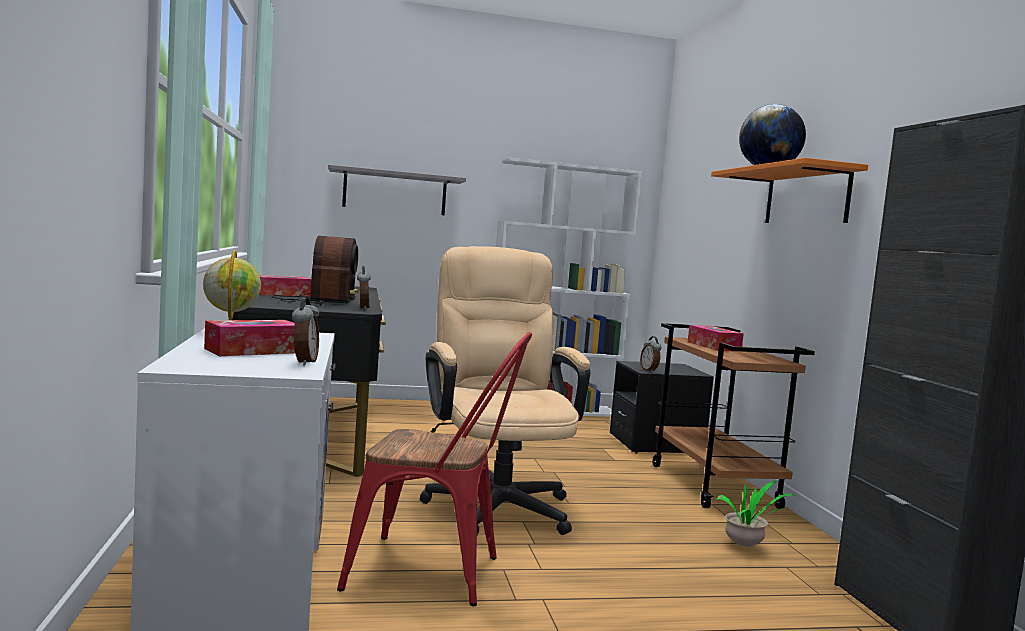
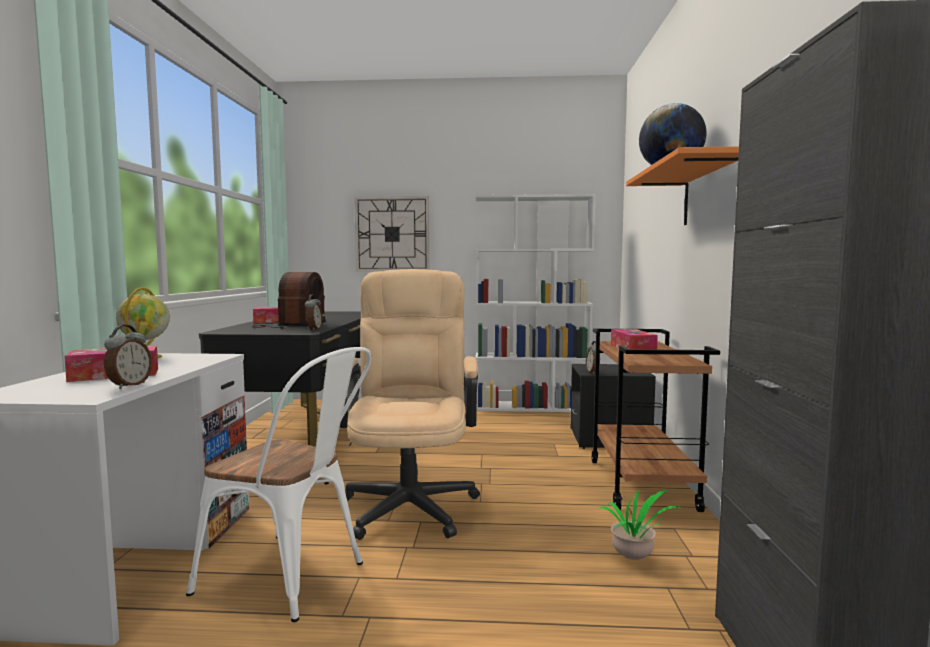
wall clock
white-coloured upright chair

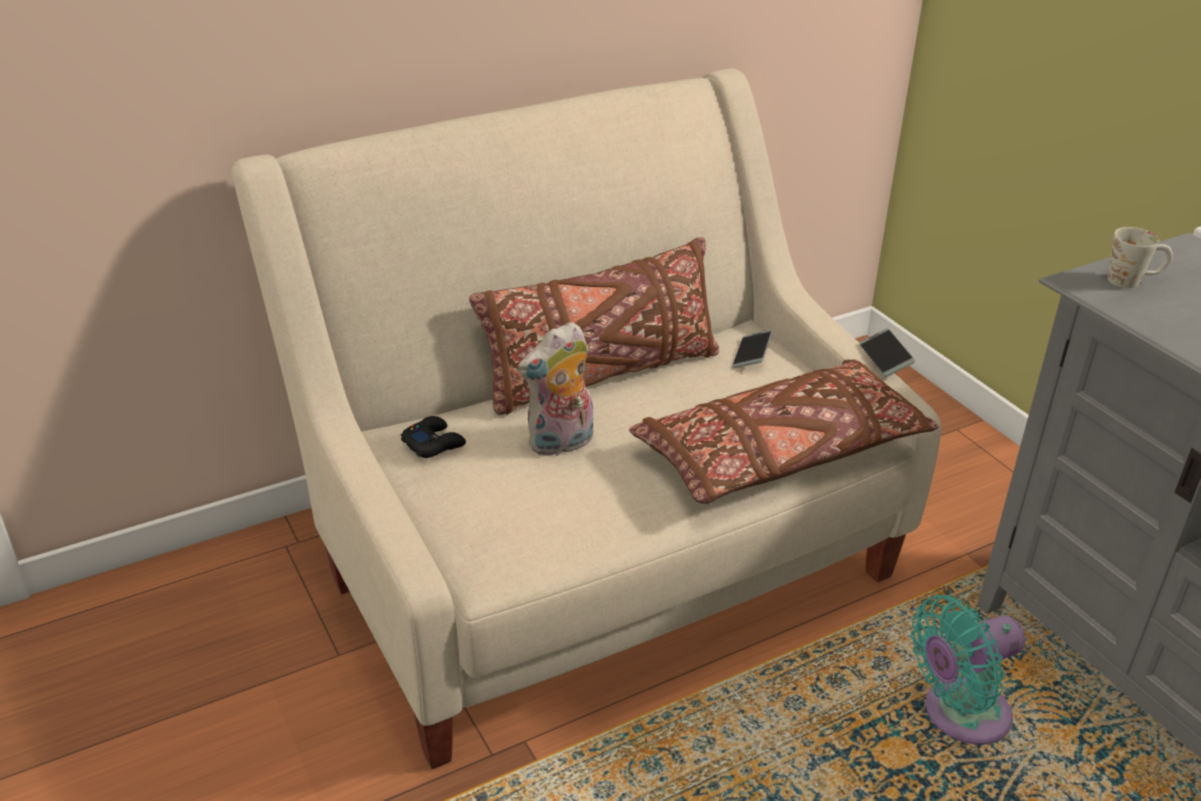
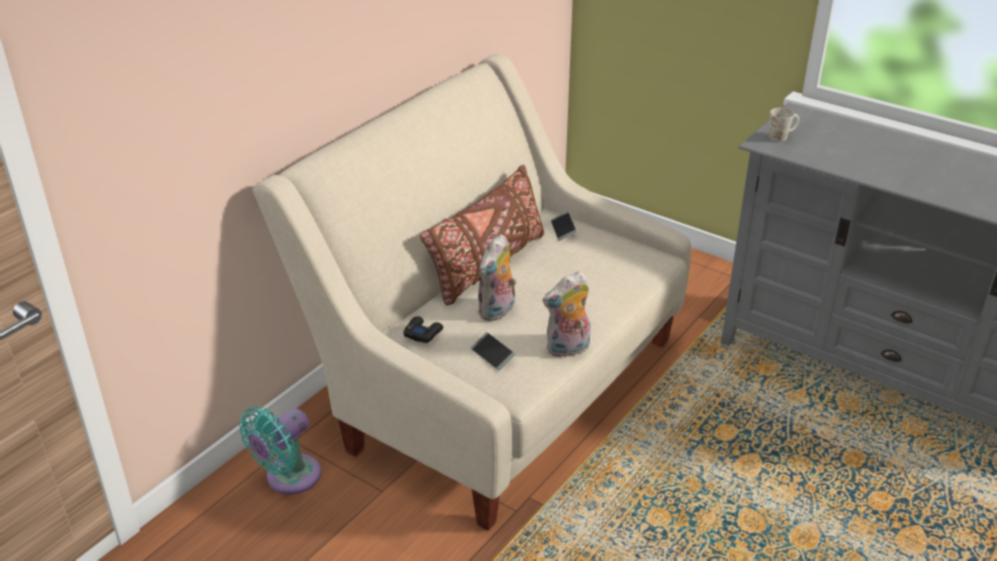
handset (no. 1 from left)
brown-coloured throw pillow (no. 2 from left in the first image)
turquoise-coloured electric fan
plush toy (no. 2 from left)

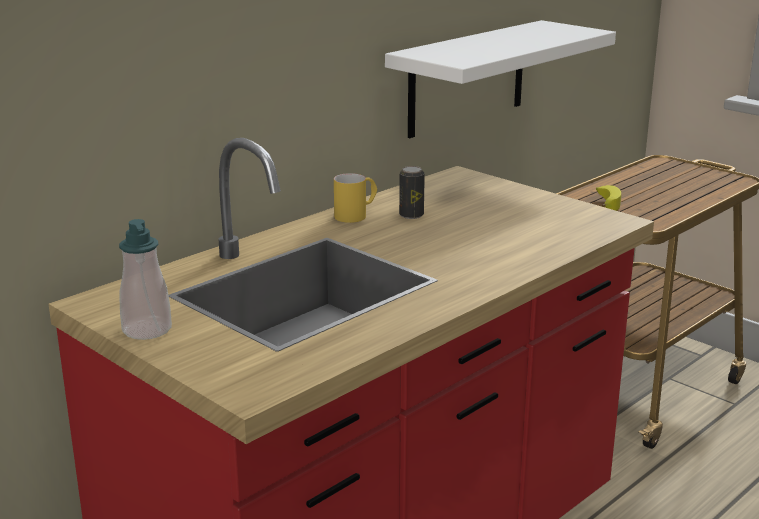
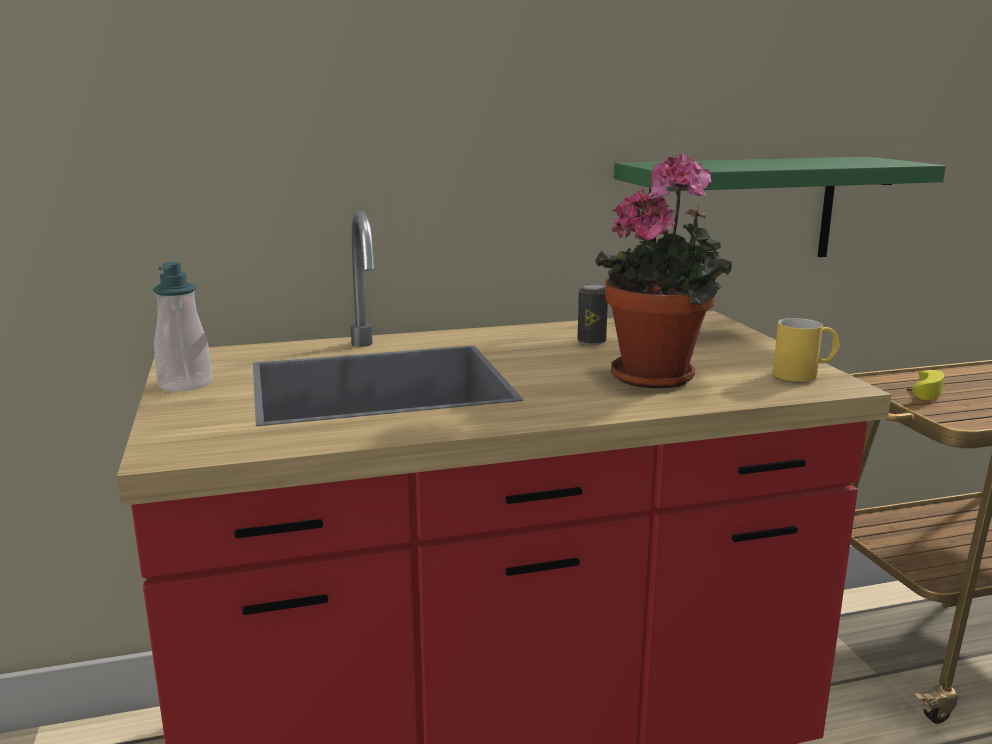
greenish shelf
yellow-coloured tea mug
potted plant

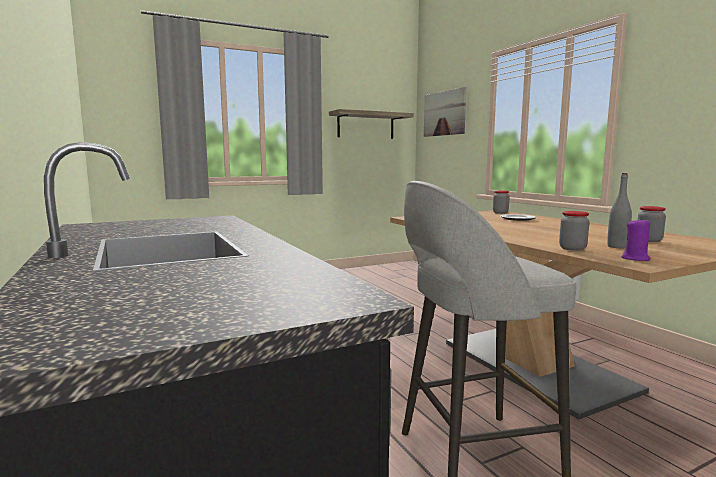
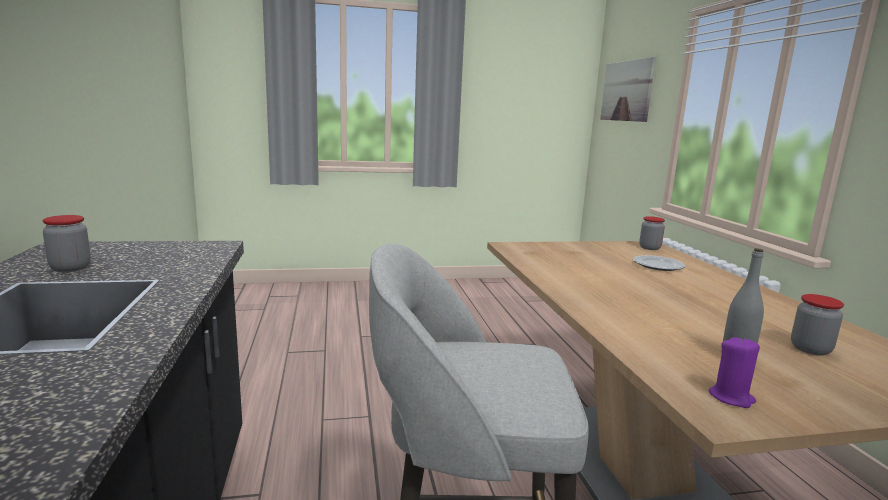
shelf
jar (no. 1 from left)

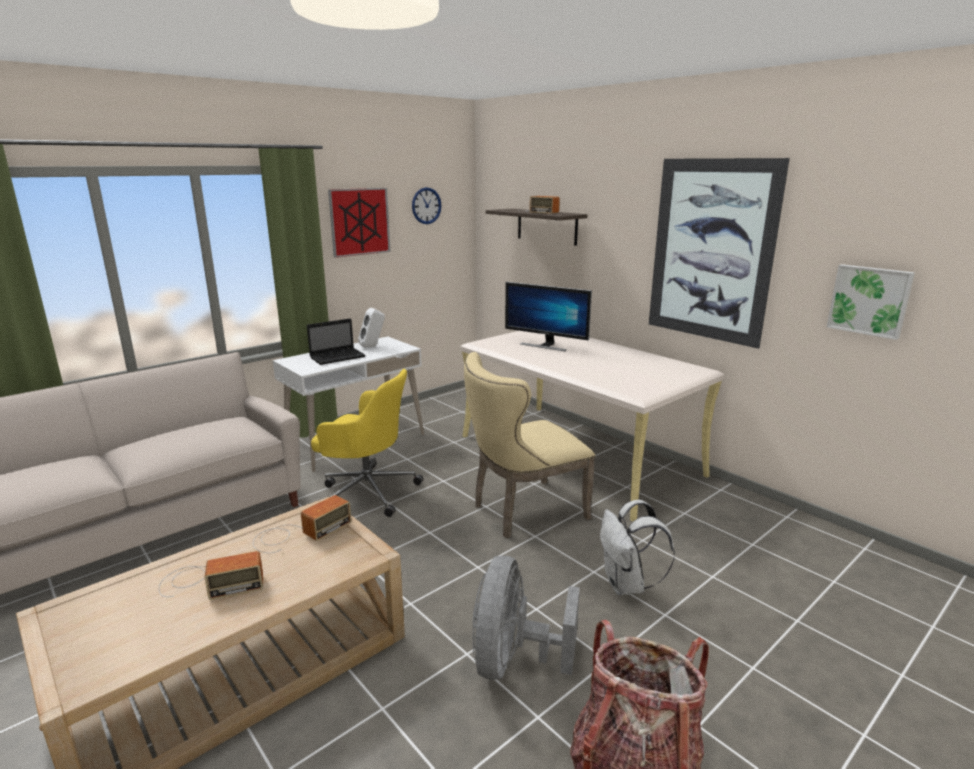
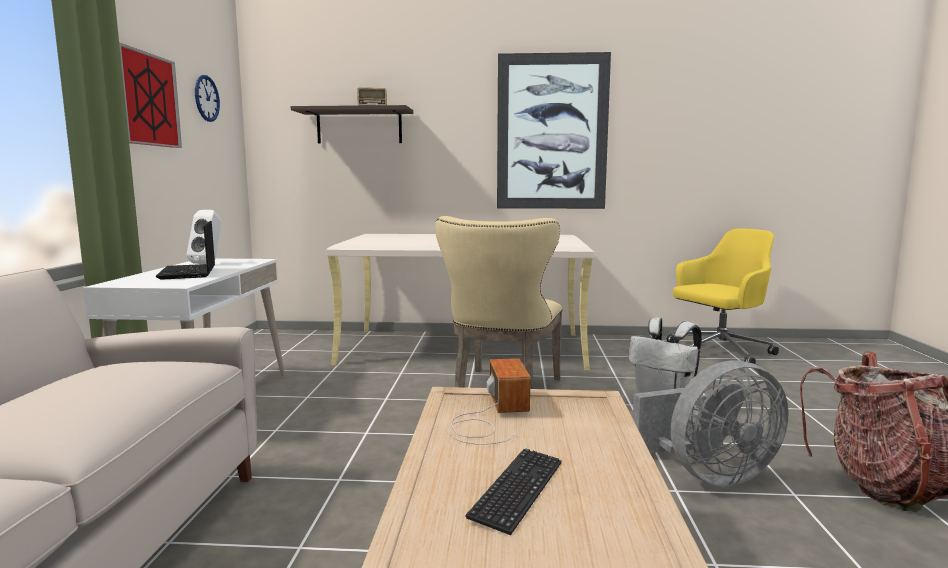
wall picture (no. 3 from left in the first image)
monitor
portable computer
yellow-coloured desk chair
PC keyboard
grey electric fan

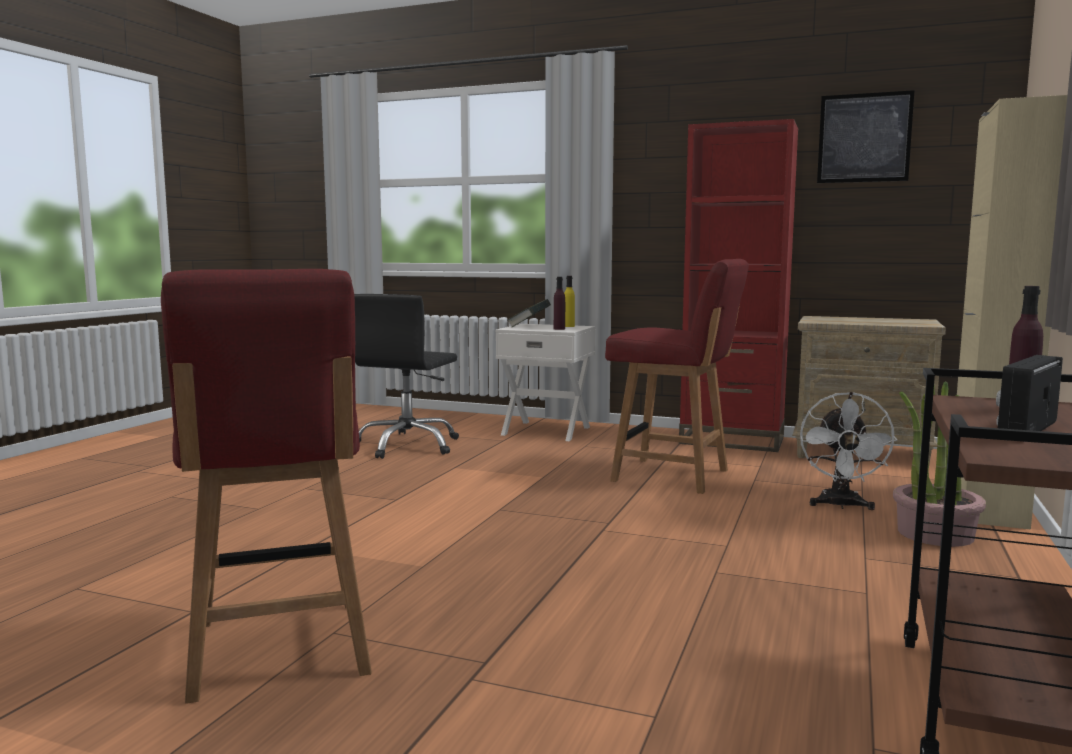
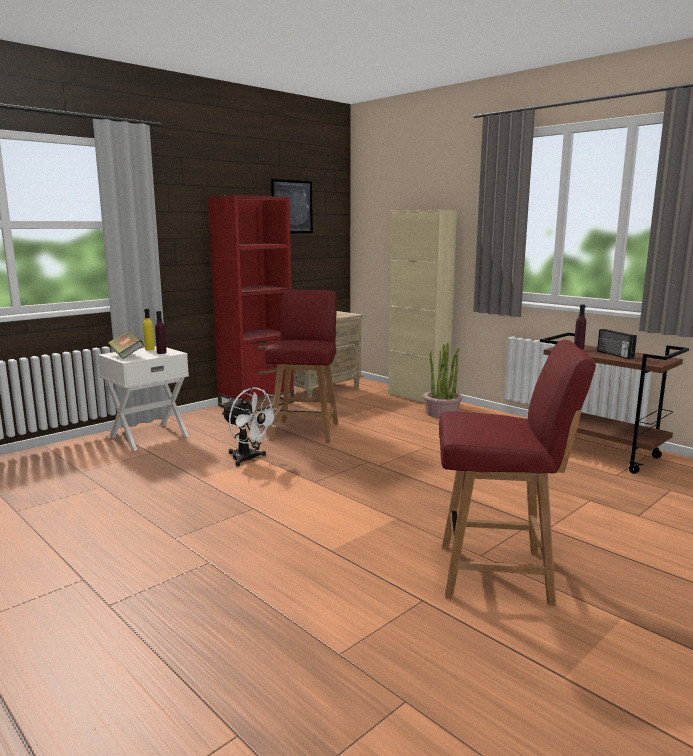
red upright chair (no. 1 from left)
black-coloured desk chair
white-coloured electric fan

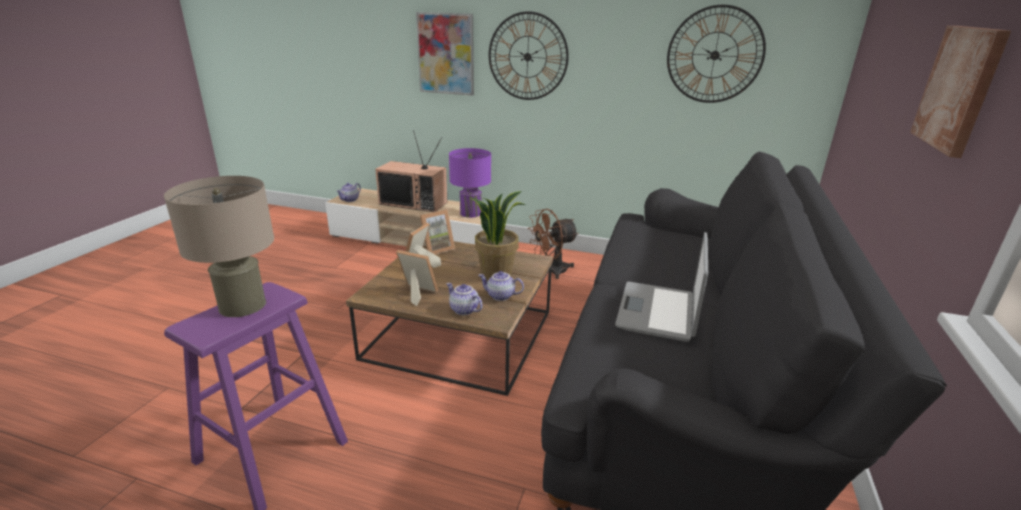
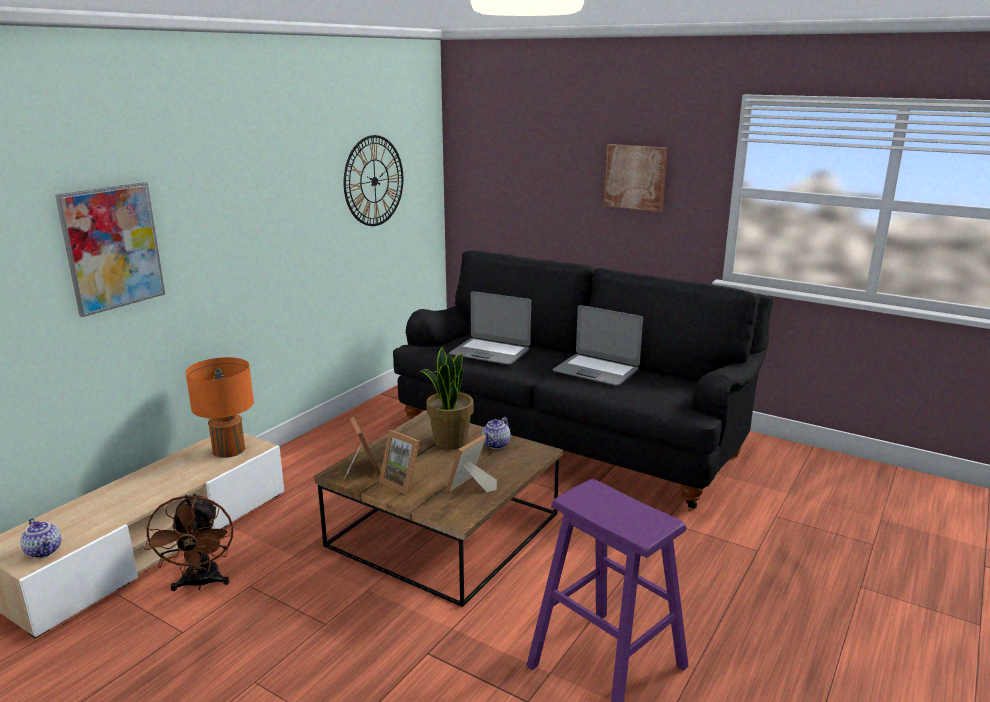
wall clock (no. 1 from left in the first image)
TV set
orange lamp for a table
beige lamp for a table
brown-coloured electric fan
pot for tea (no. 2 from left in the first image)
portable computer (no. 1 from left)

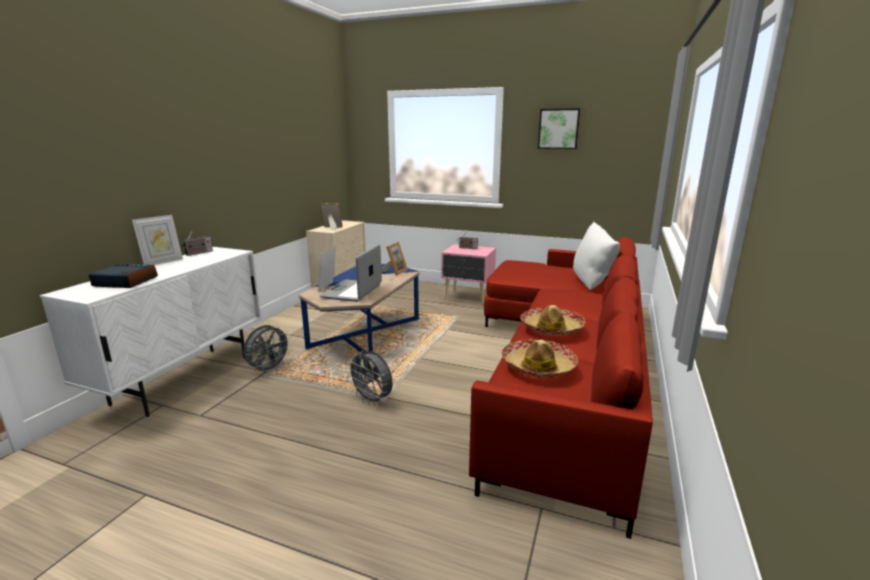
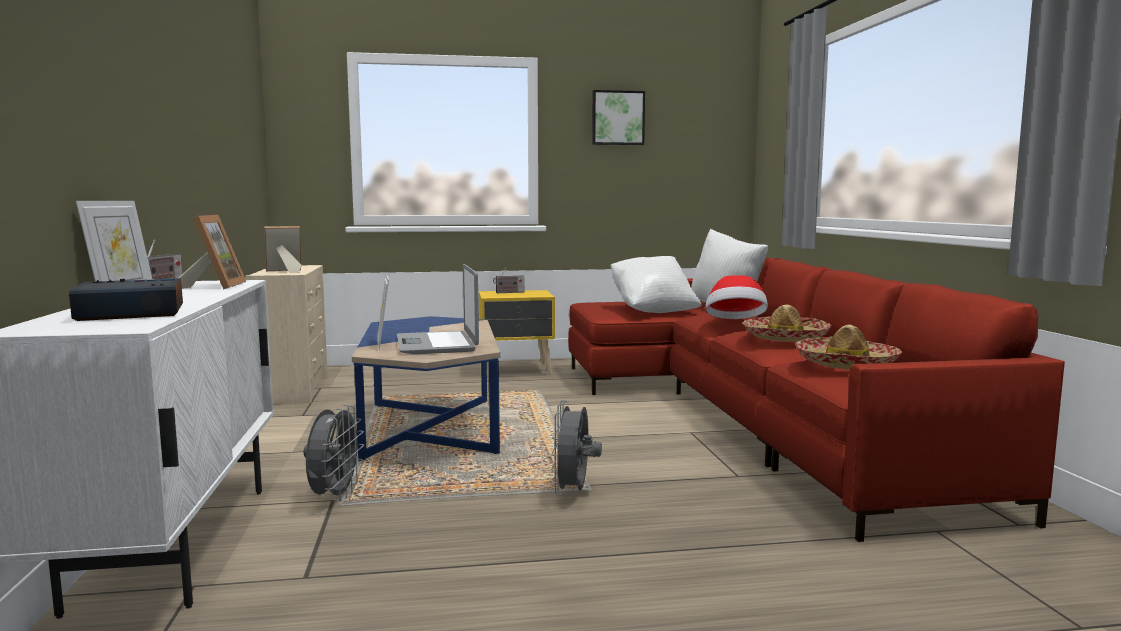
photo frame (no. 2 from left)
yellow-coloured night table
grey electric fan (no. 2 from left)
white-coloured throw pillow (no. 1 from left)
wearable hat (no. 1 from left)

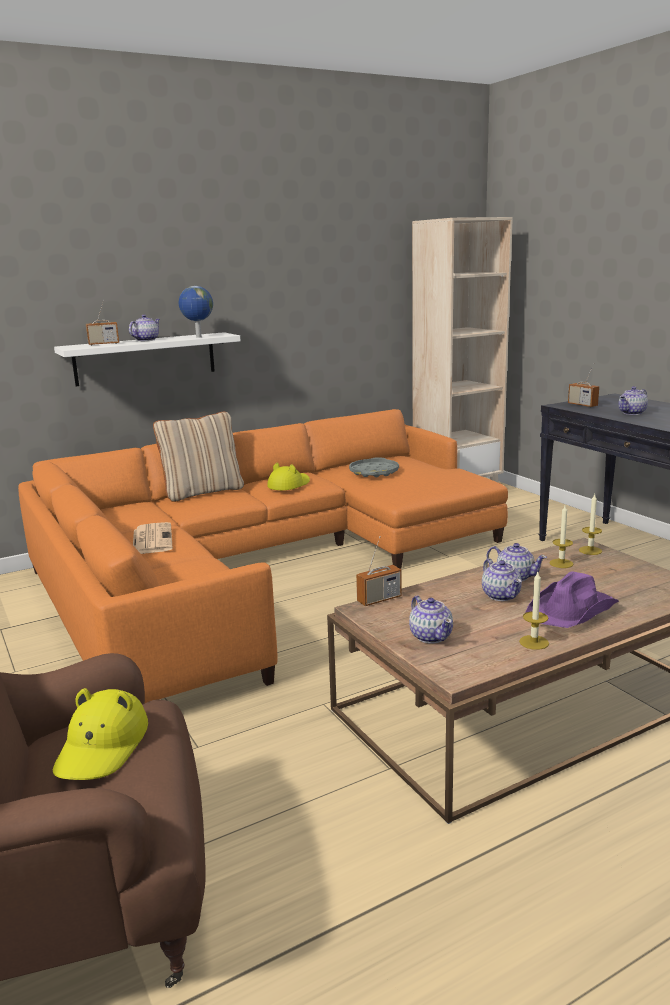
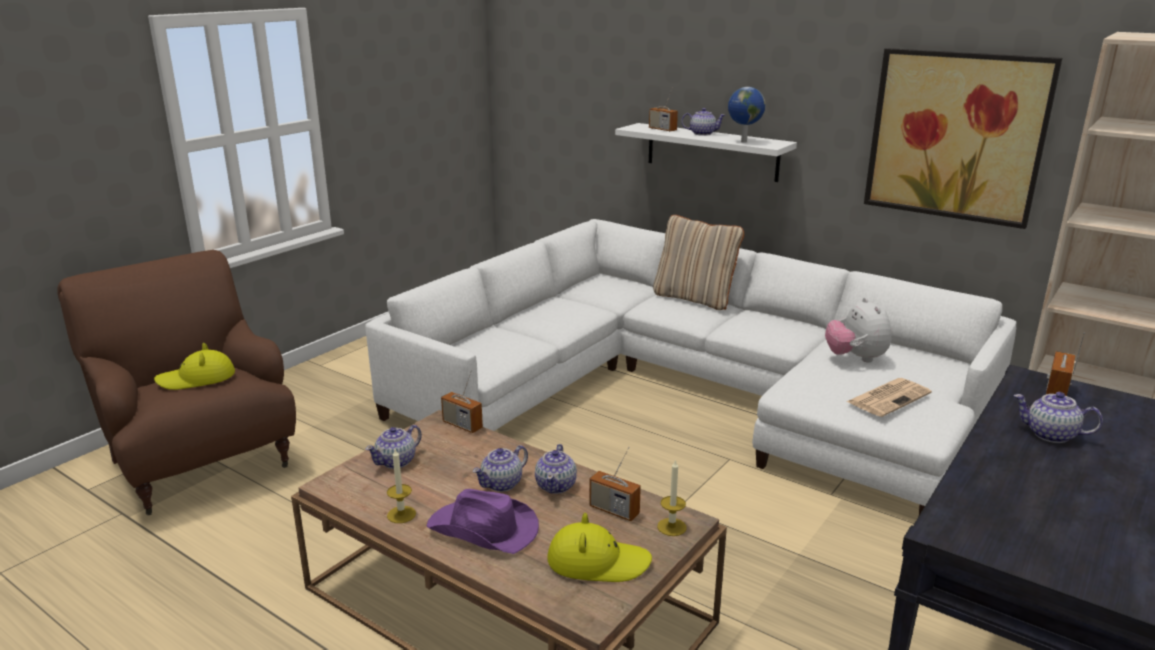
white-coloured sofa
plush toy
yellow-coloured wearable hat (no. 2 from left)
radio set (no. 2 from left)
daily paper
wall picture

